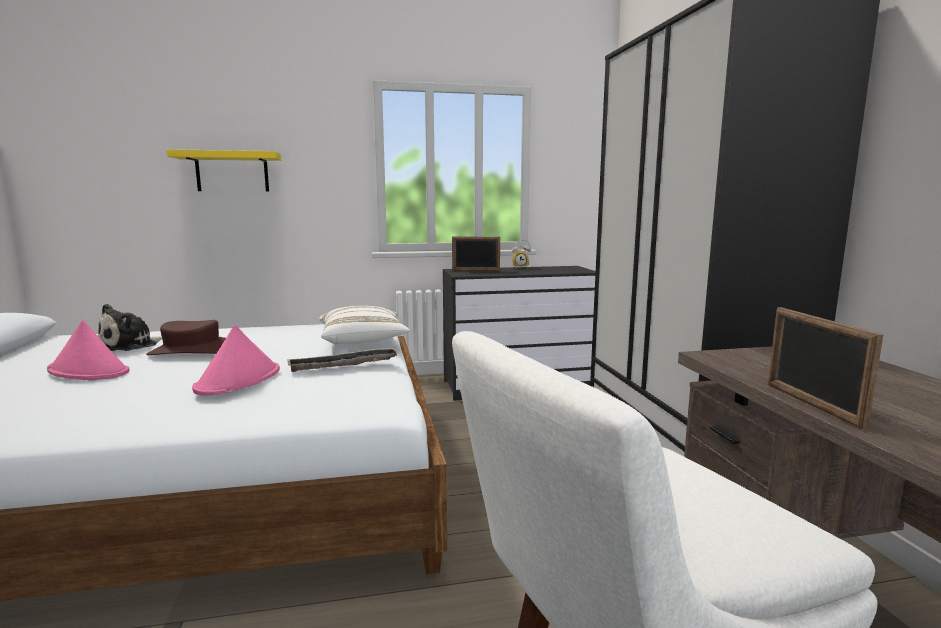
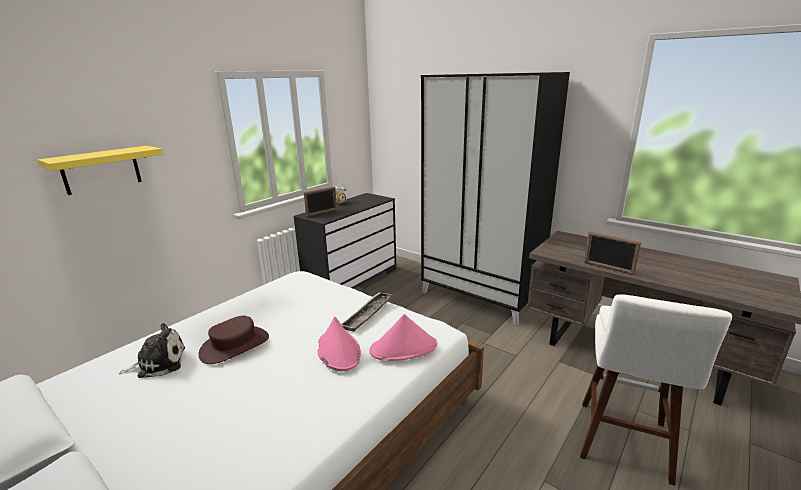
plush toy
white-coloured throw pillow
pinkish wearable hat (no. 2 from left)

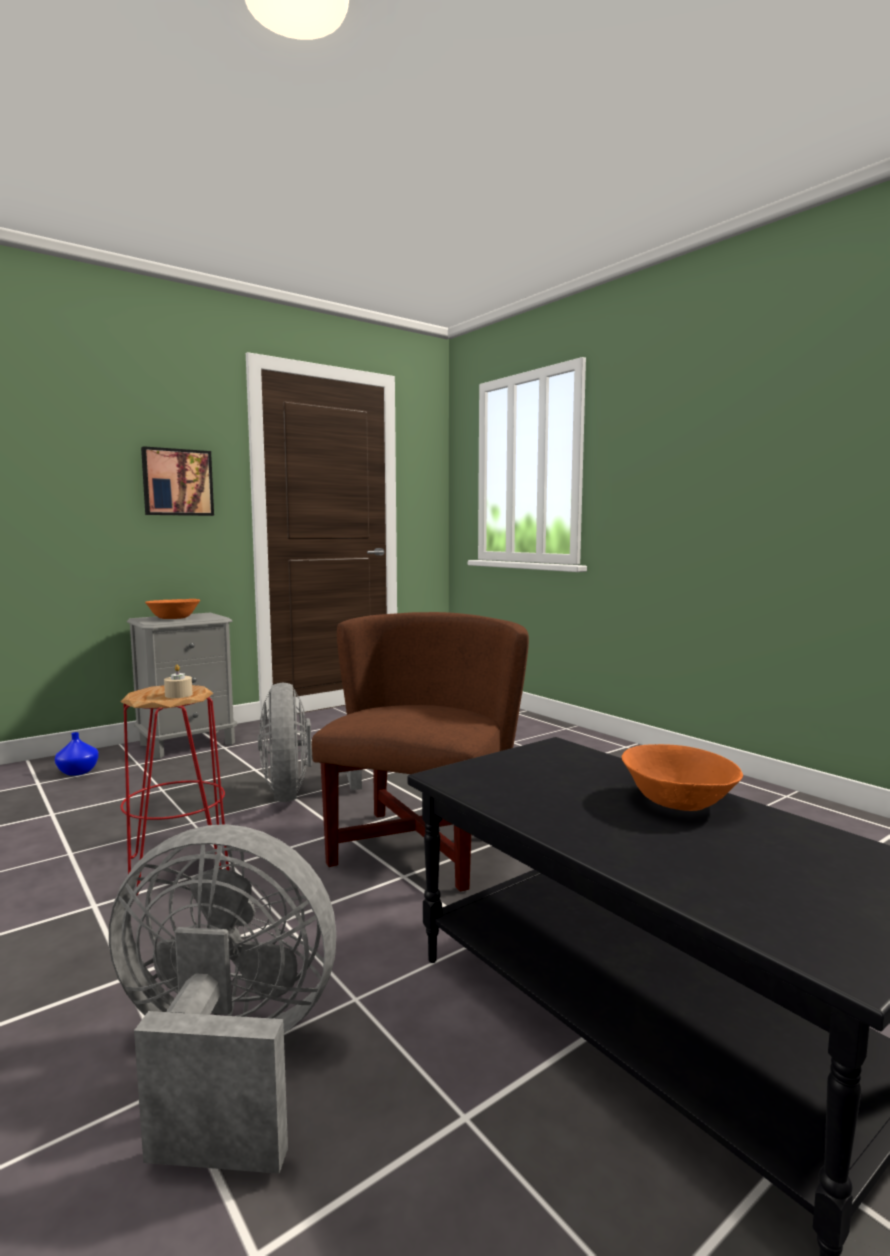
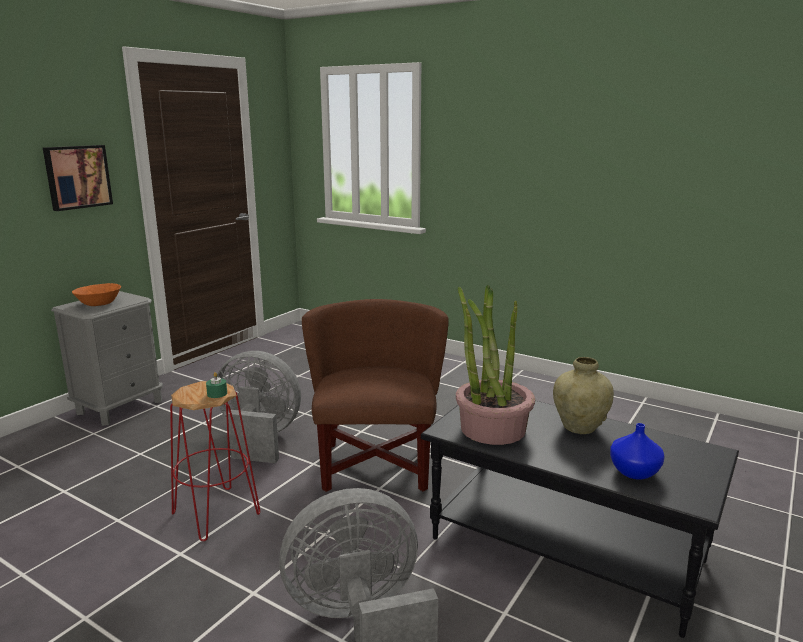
greenish candle
grey electric fan (no. 1 from left)
bluish decorative vase
beige decorative vase
potted plant

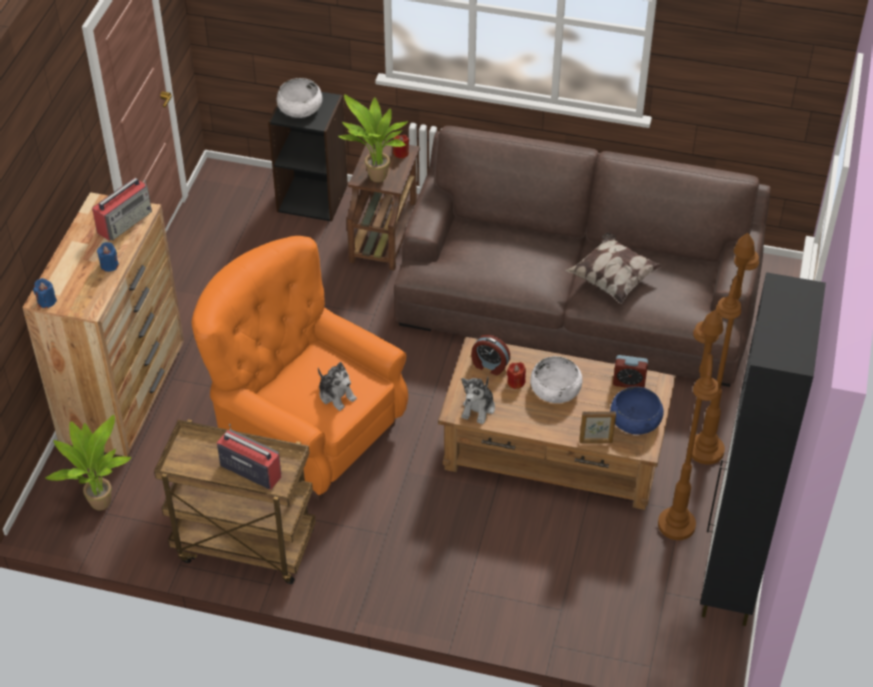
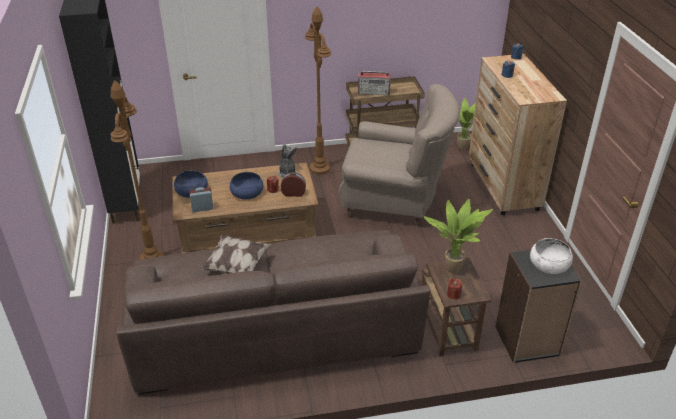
radio set (no. 1 from left in the first image)
beige easy chair
brown-coloured floor lamp (no. 2 from left)
bluish serving bowl (no. 2 from left)
plush toy (no. 1 from left in the first image)
photo frame

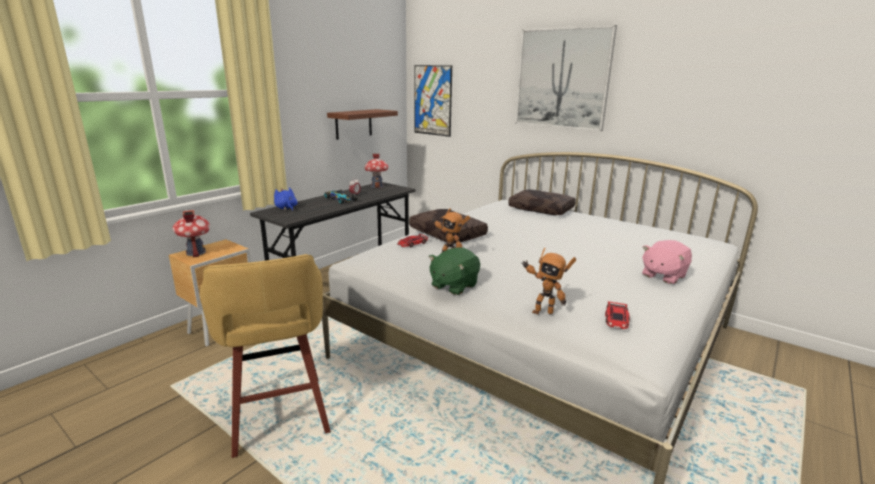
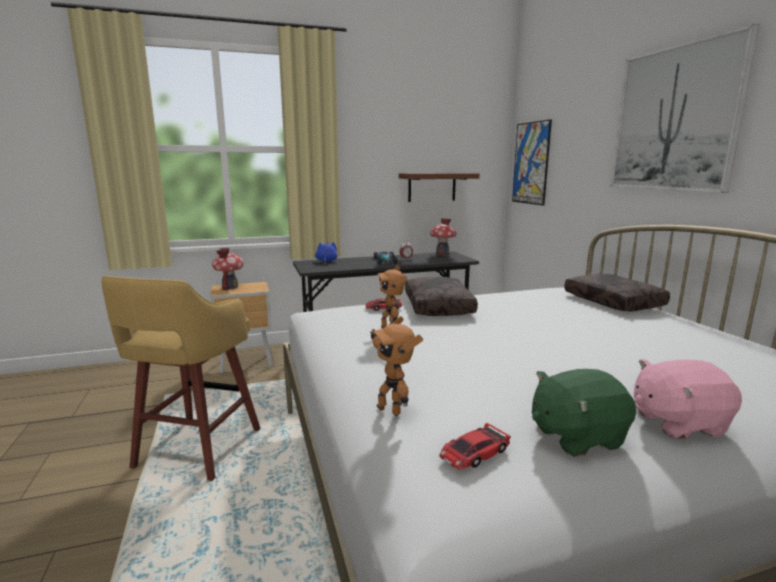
greenish plush toy

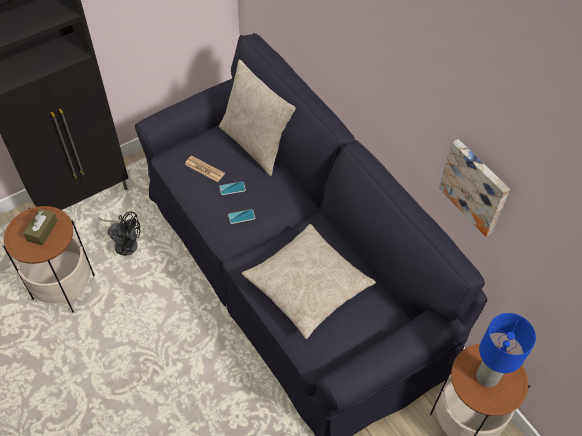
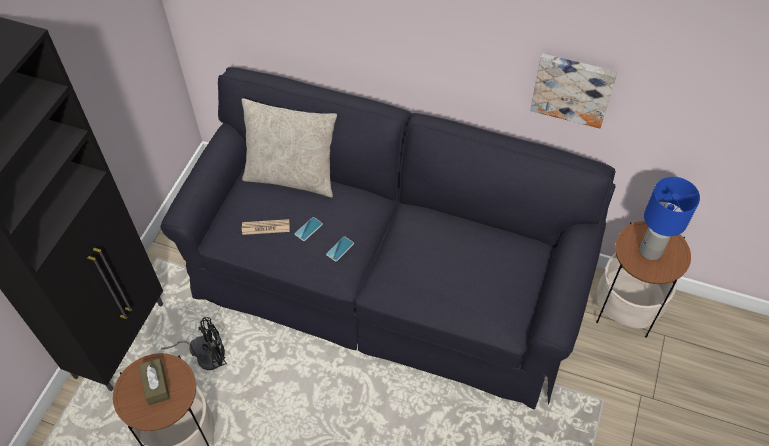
beige throw pillow (no. 2 from left in the first image)

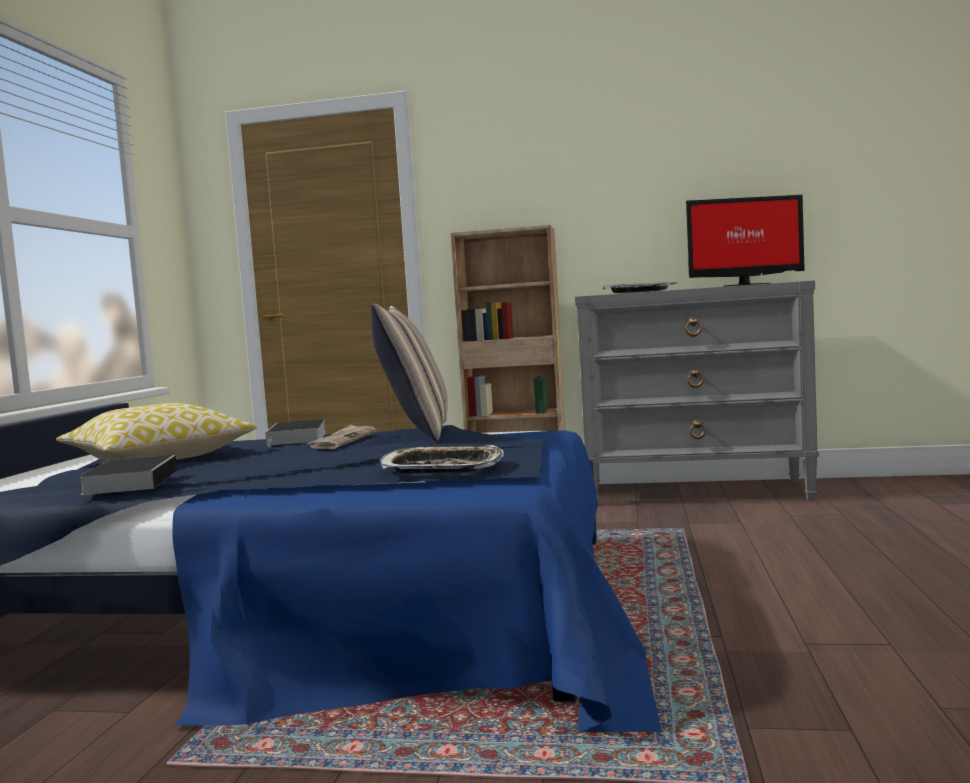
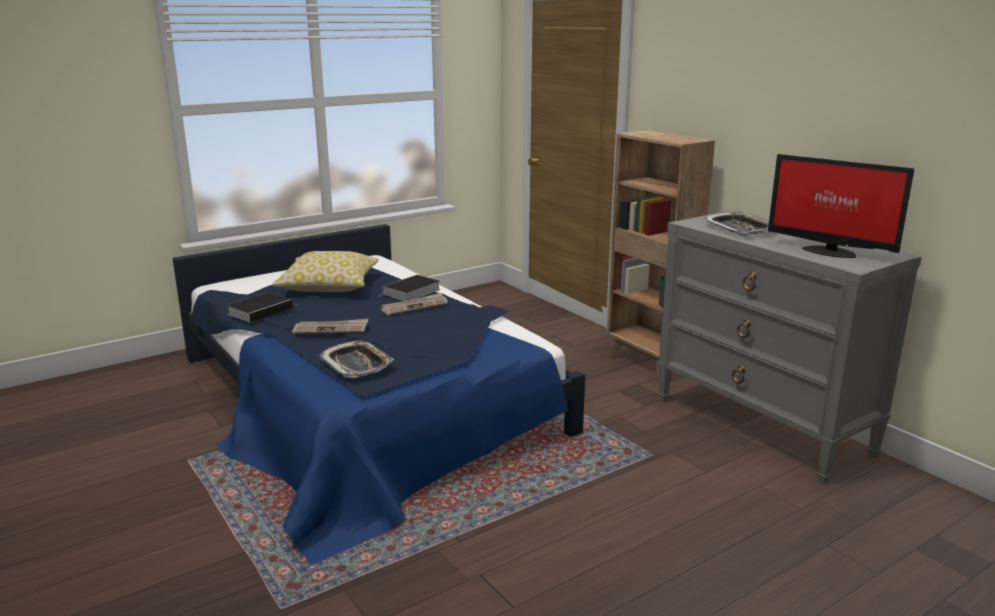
throw pillow (no. 2 from left in the first image)
daily paper (no. 1 from left)

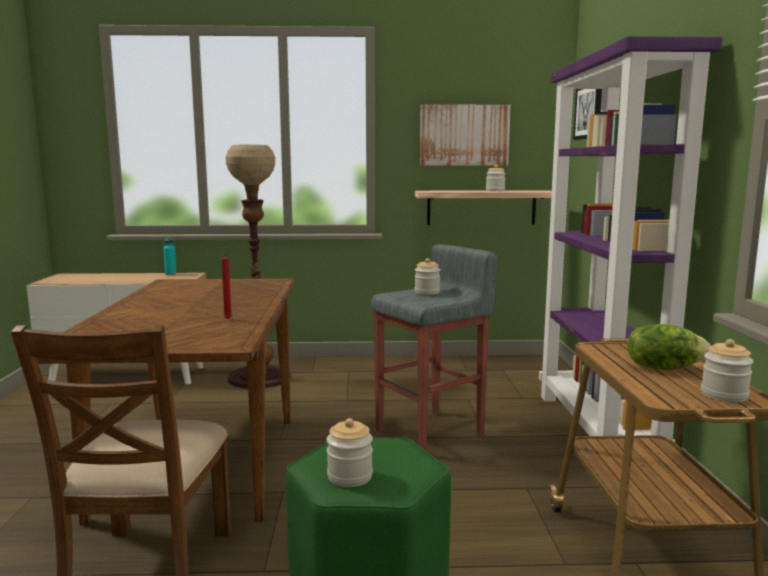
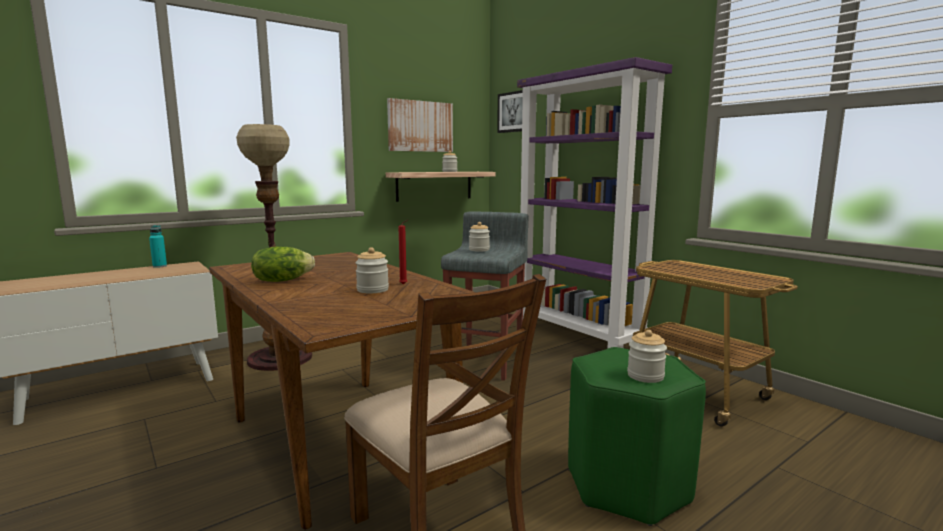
head of lettuce
jar (no. 1 from left)

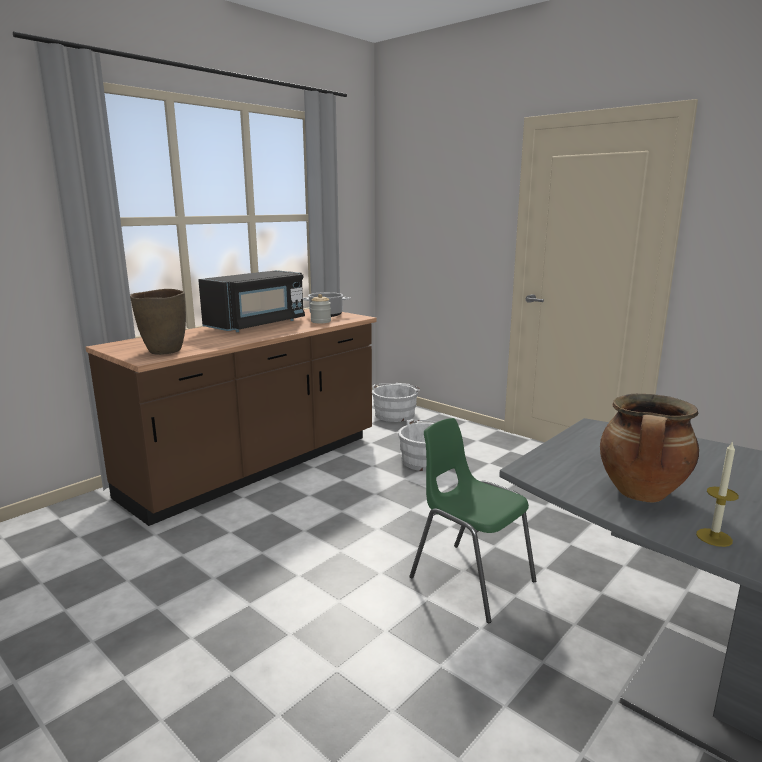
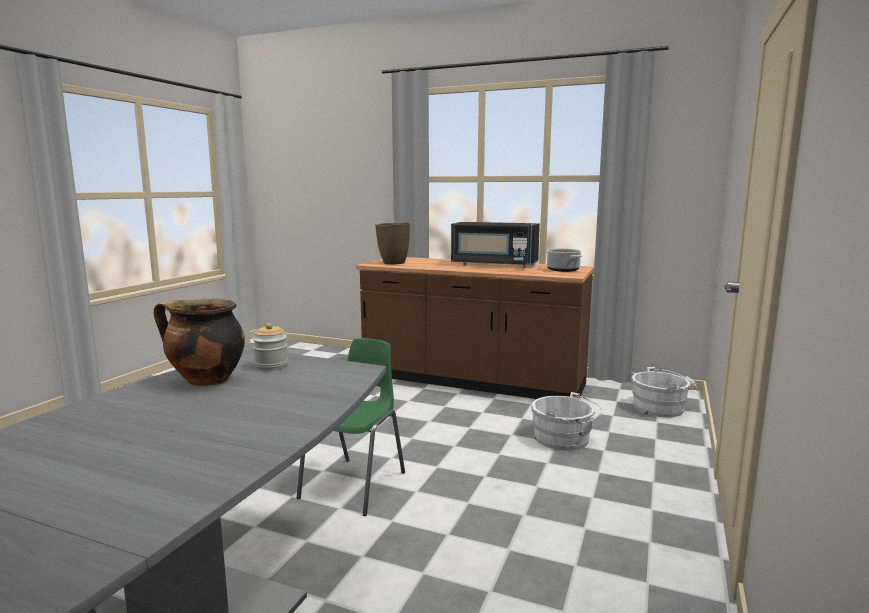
jar
candle

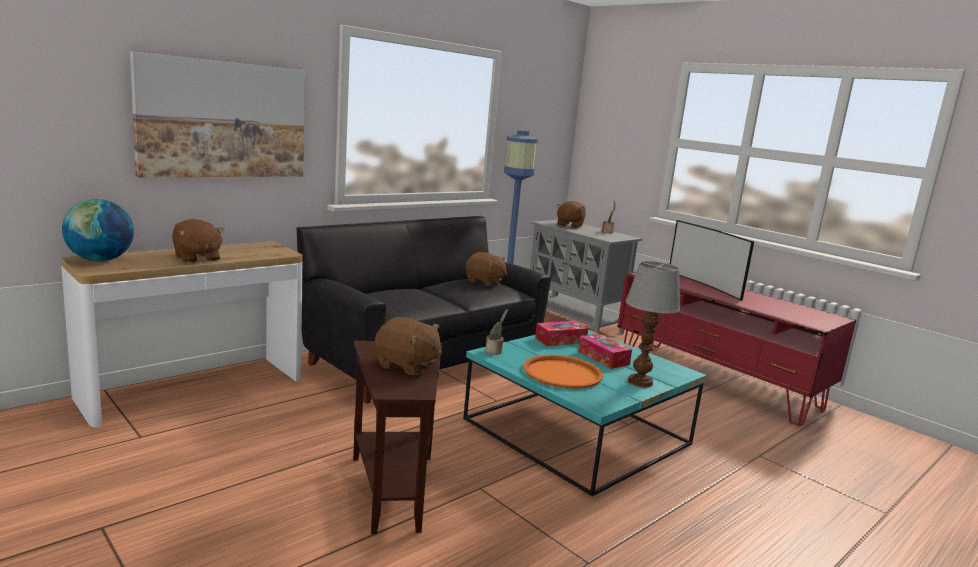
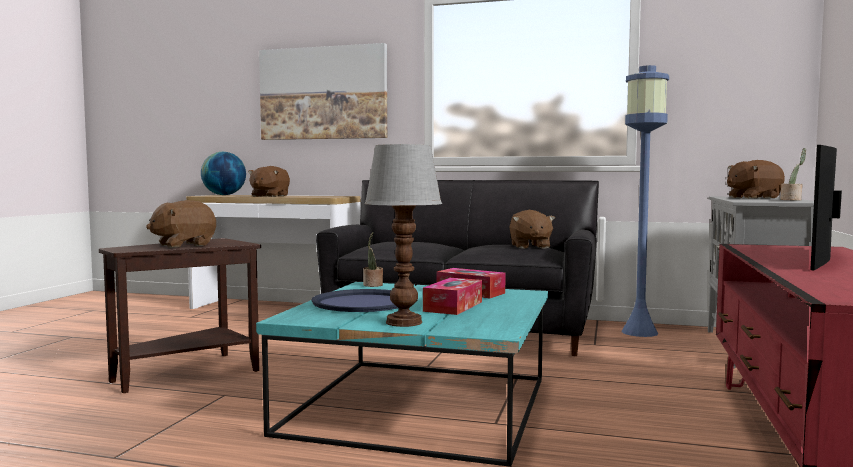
brown-coloured plush toy (no. 1 from left)
bluish serving tray

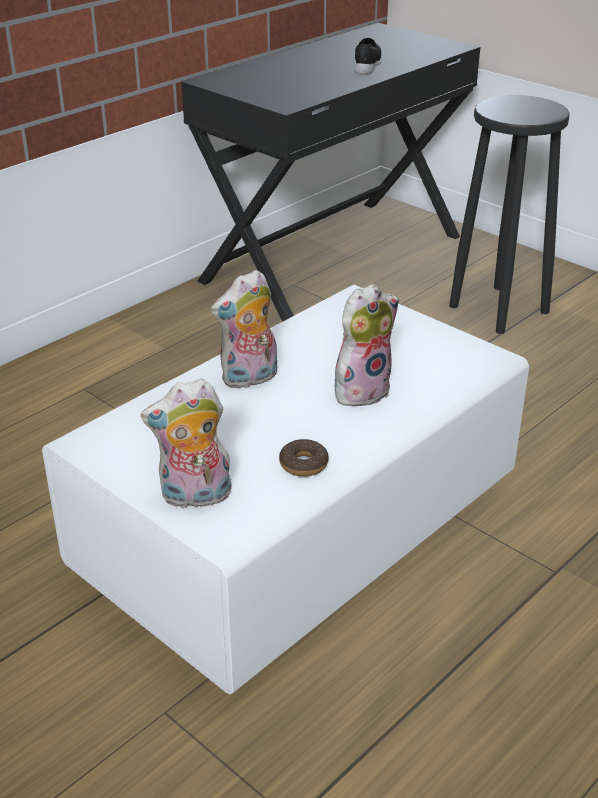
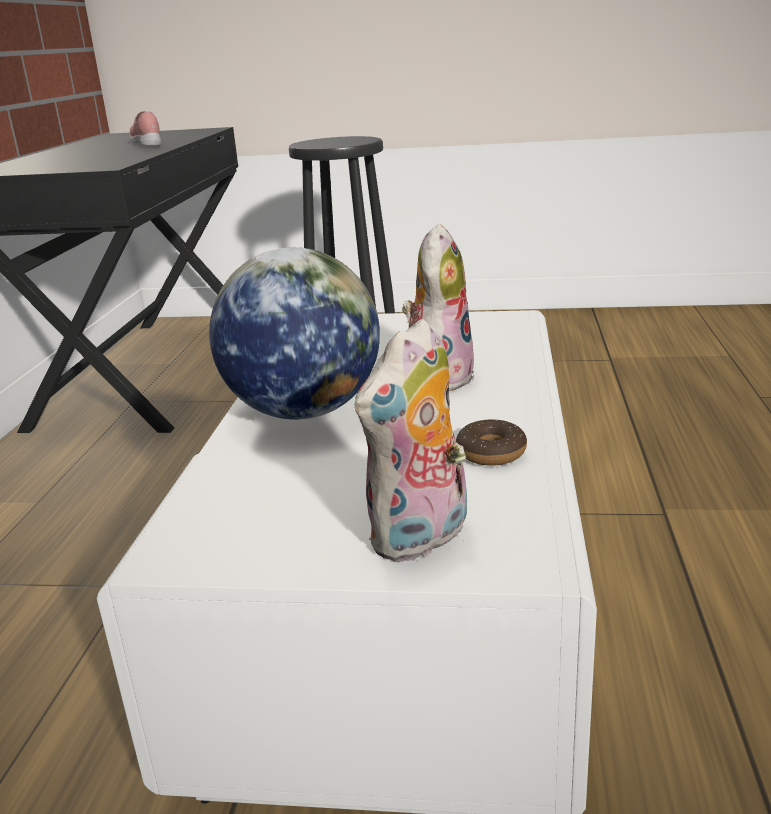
pinkish item of footwear
globe

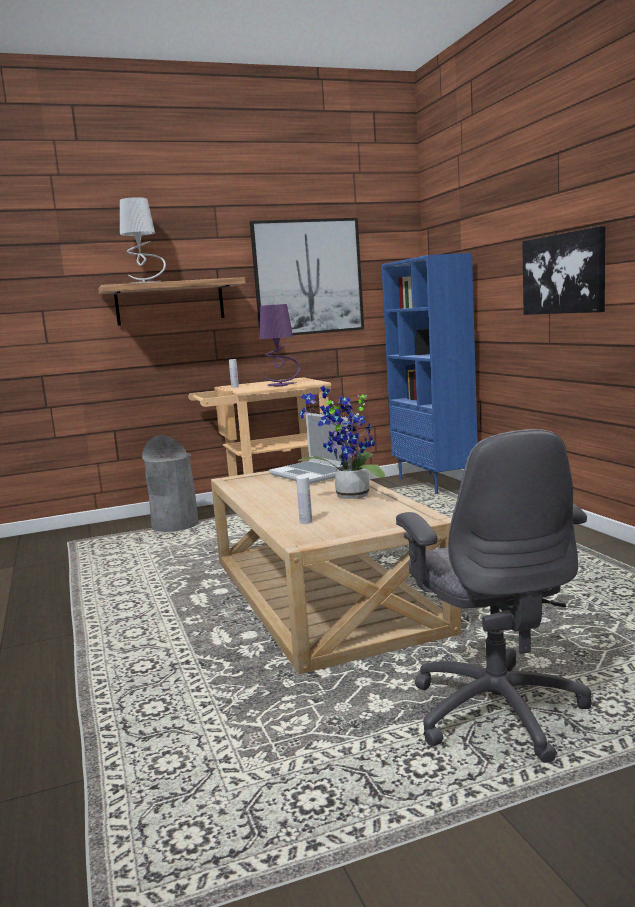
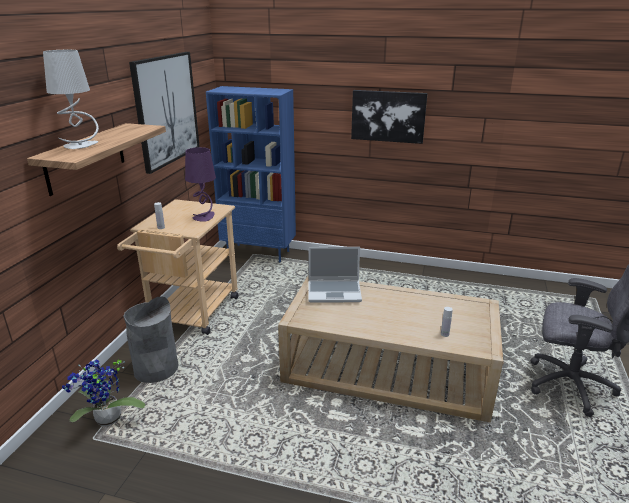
potted plant

